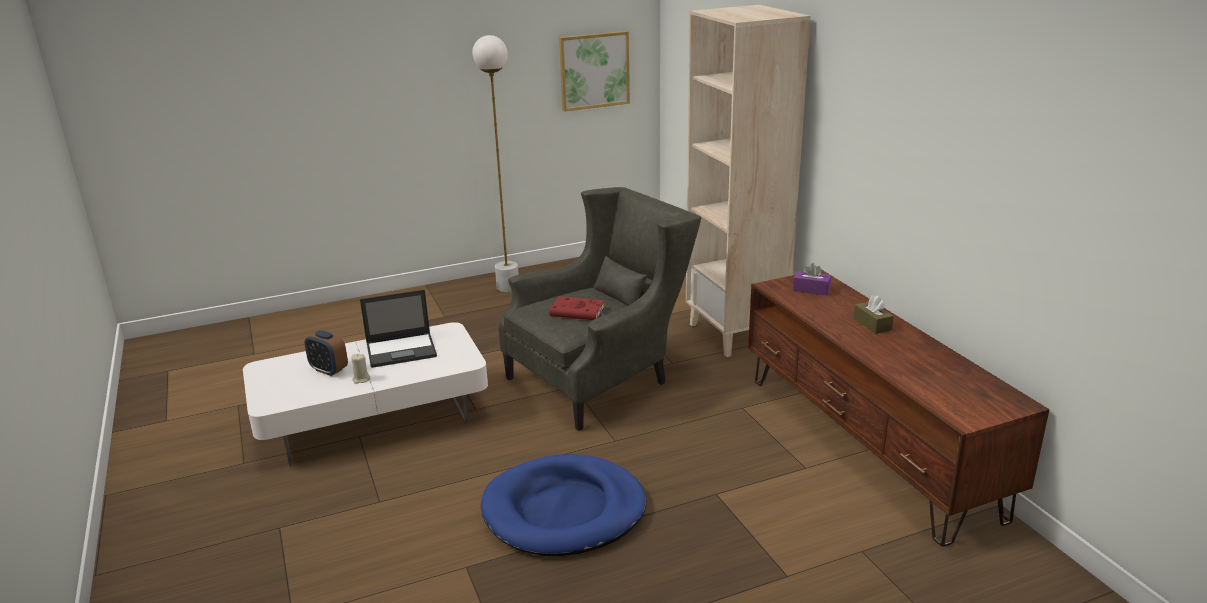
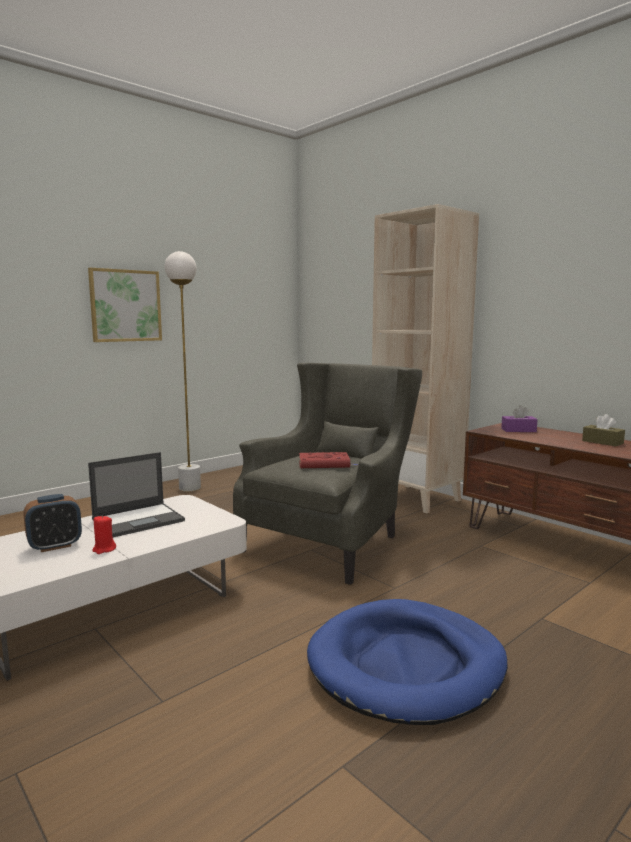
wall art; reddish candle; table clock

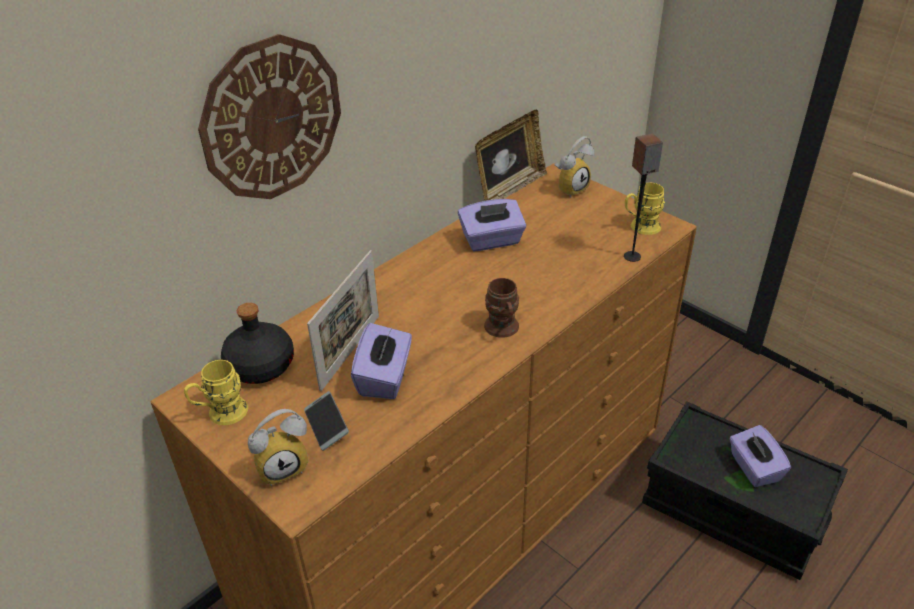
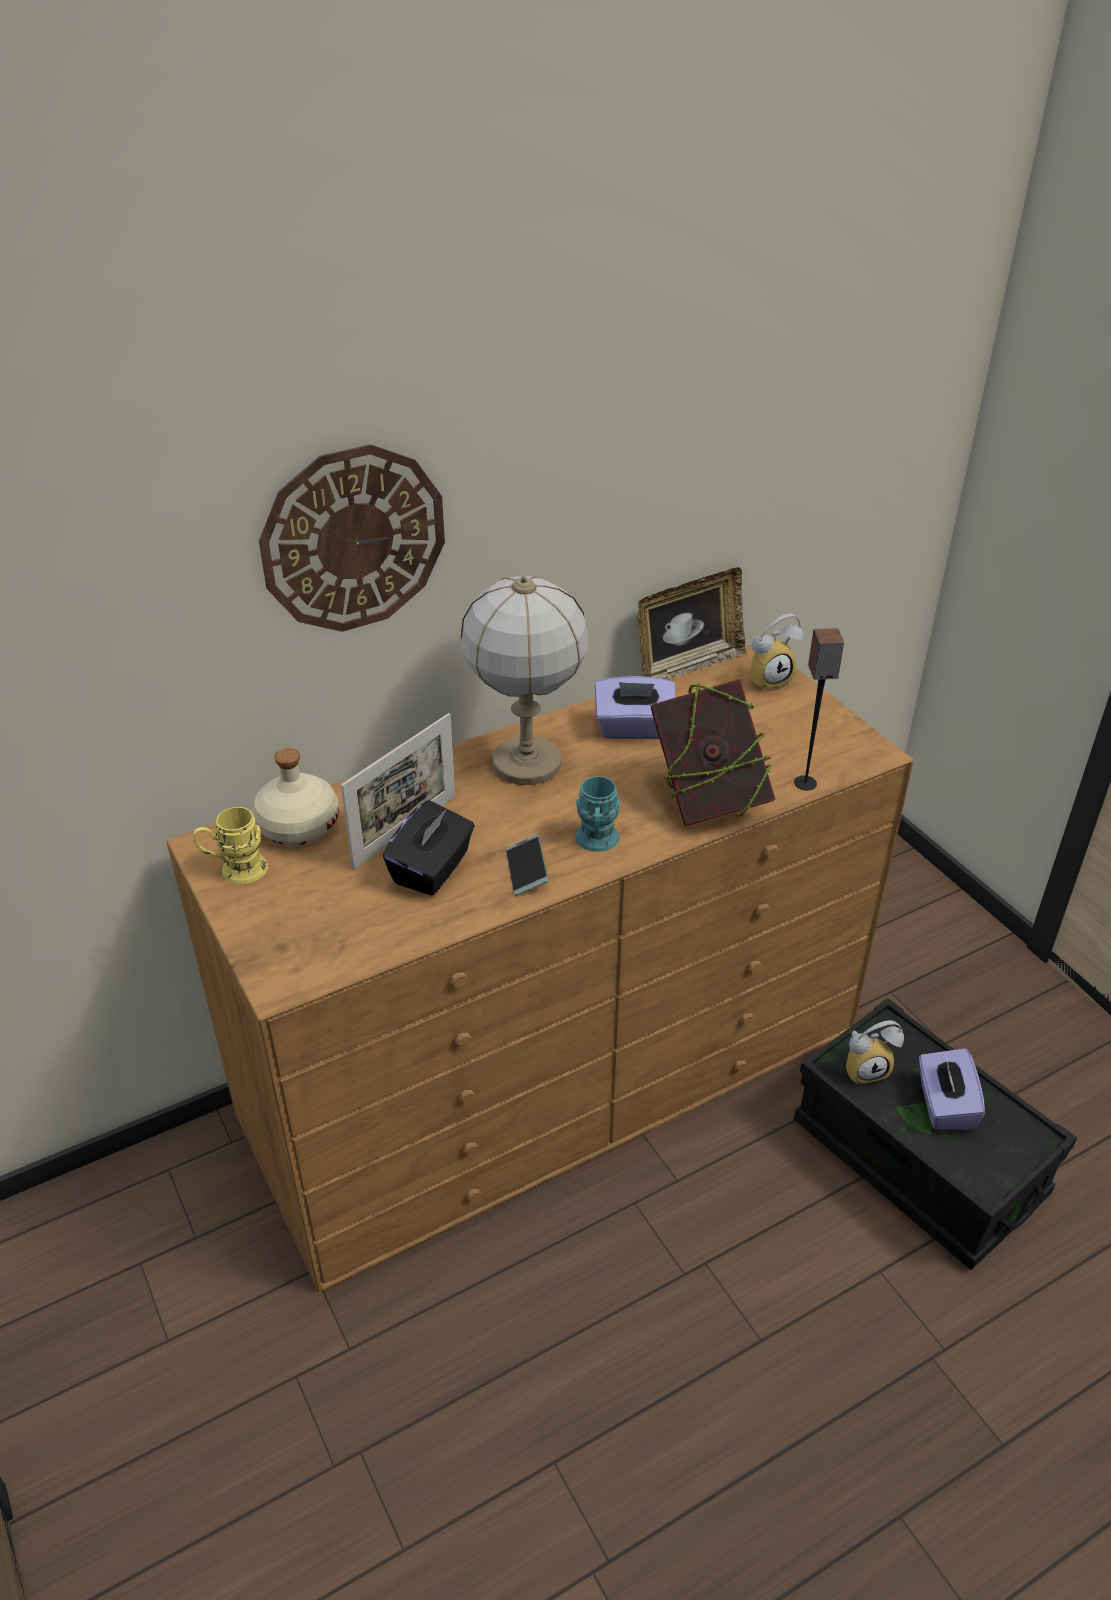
yellow-coloured mug (2nd from left in the first image); lamp for a table; volume; table clock (2nd from left); handset; beige-coloured beverage bottle; blackish tissue box; turquoise-coloured mug

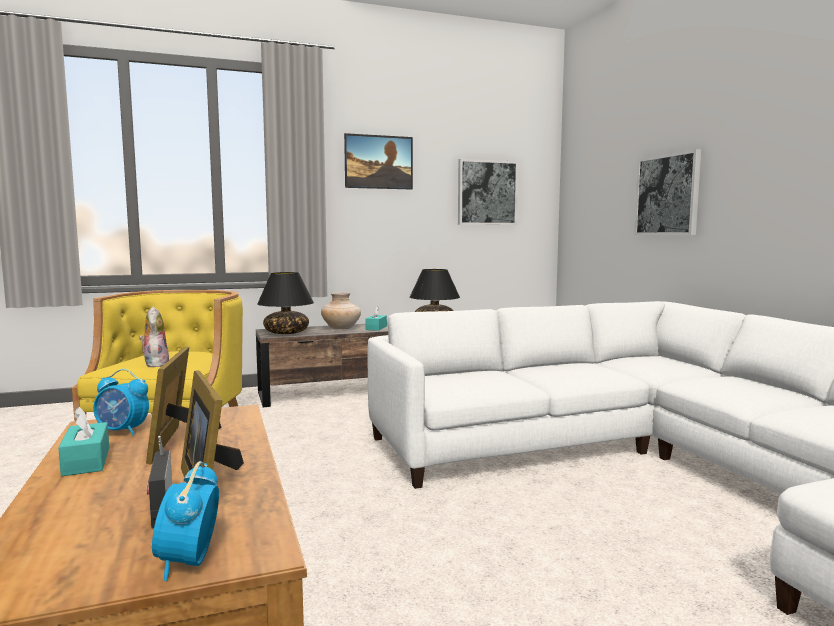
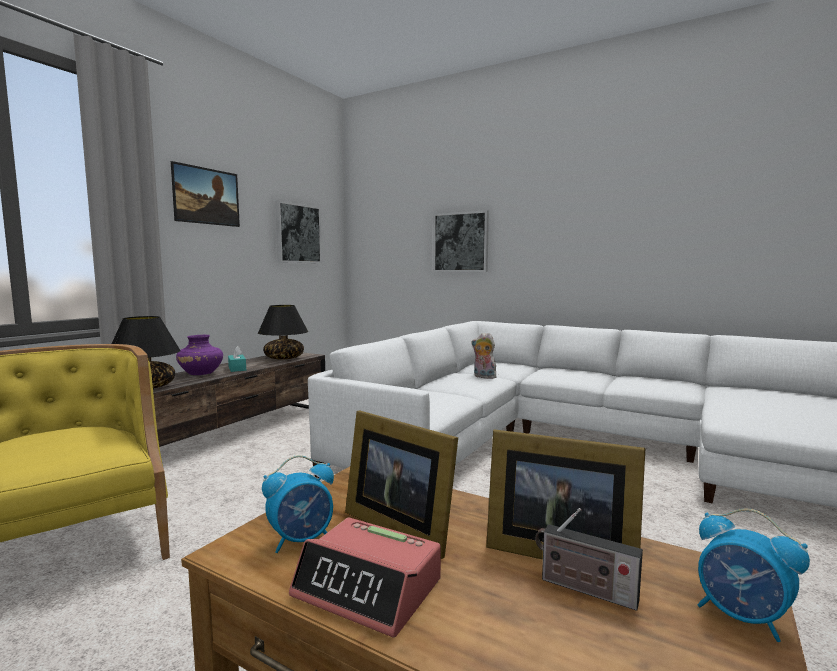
soft toy; table clock (2nd from left); purple-coloured flower vase

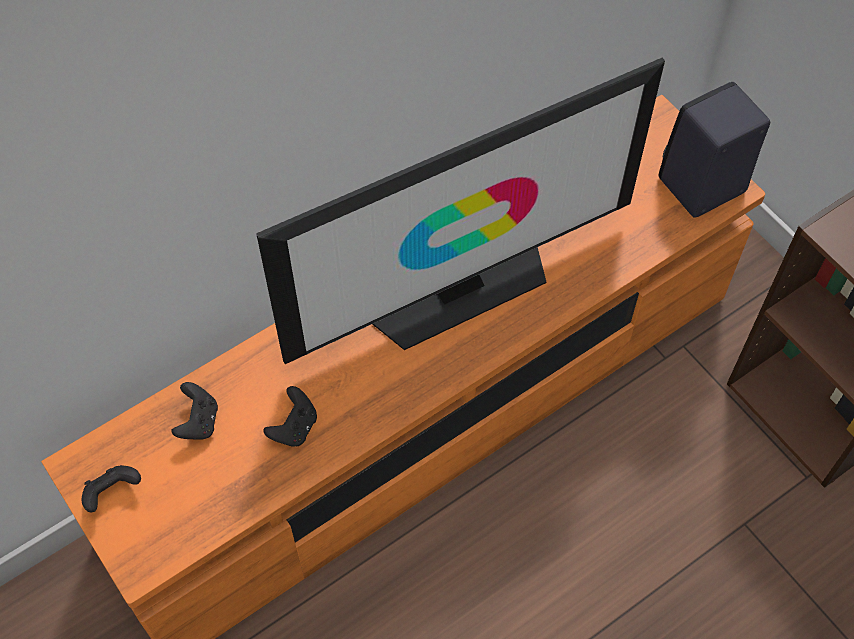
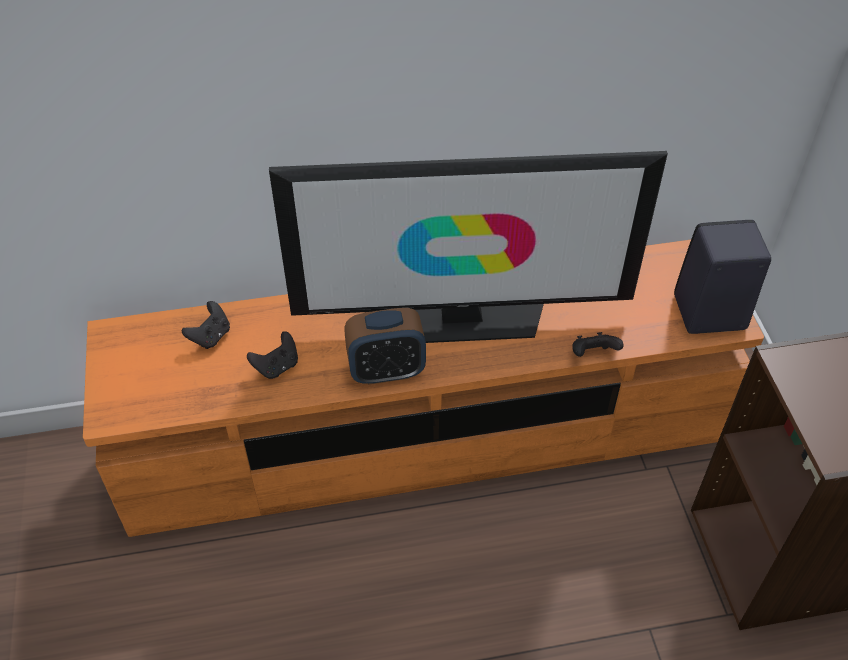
table clock; blackish game controller (3rd from left)

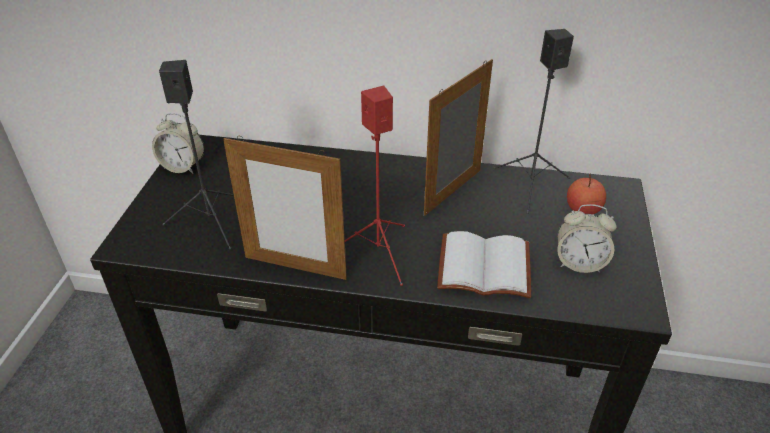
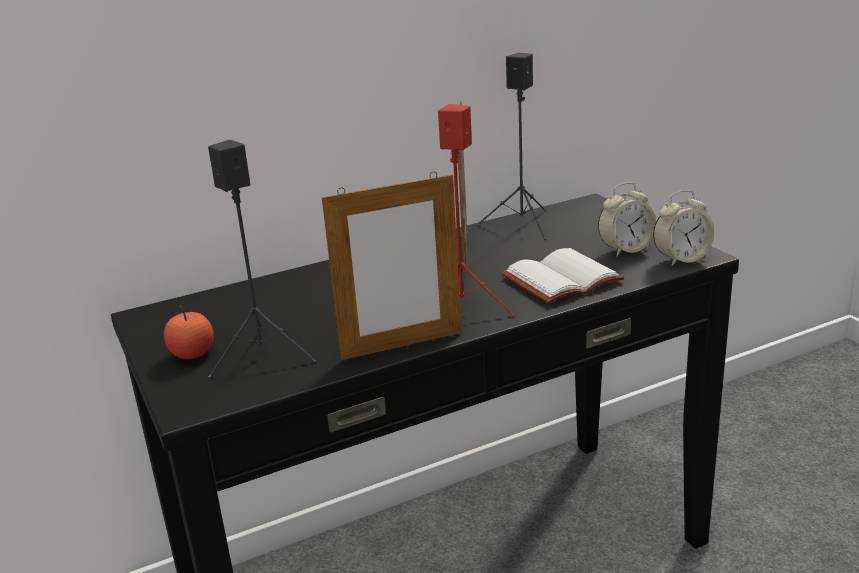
table clock (2nd from left); apple fruit

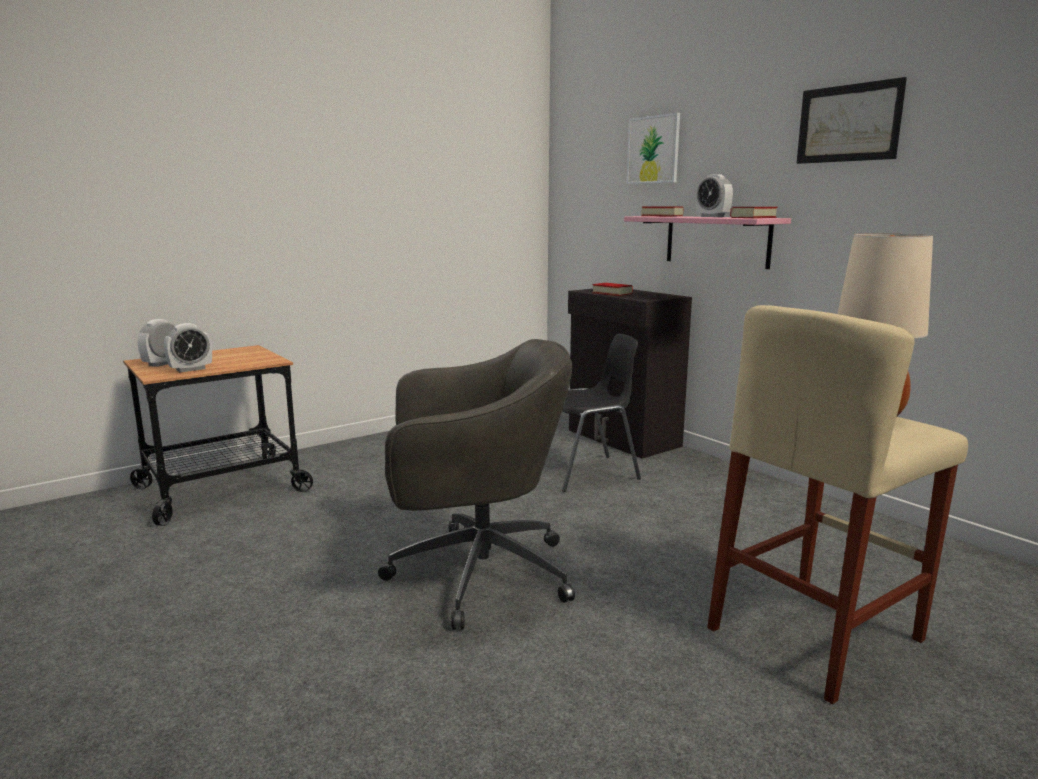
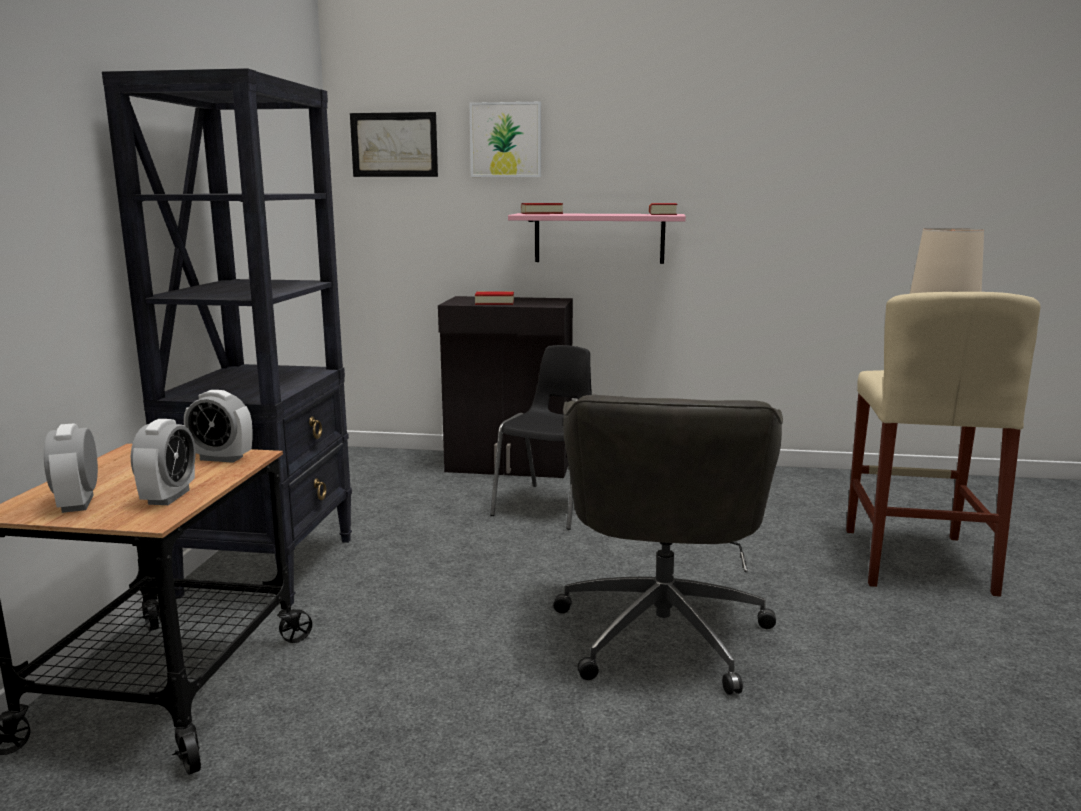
blackish bookcase; table clock (3rd from left); wall art (1st from left); grey desk chair

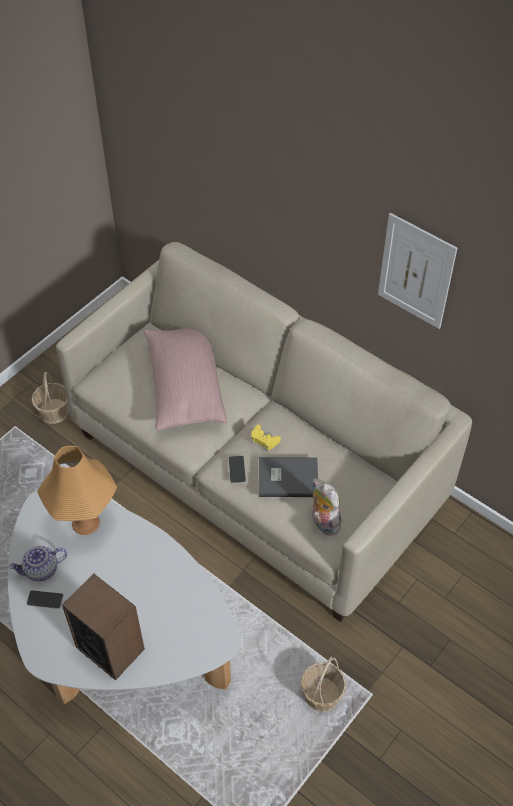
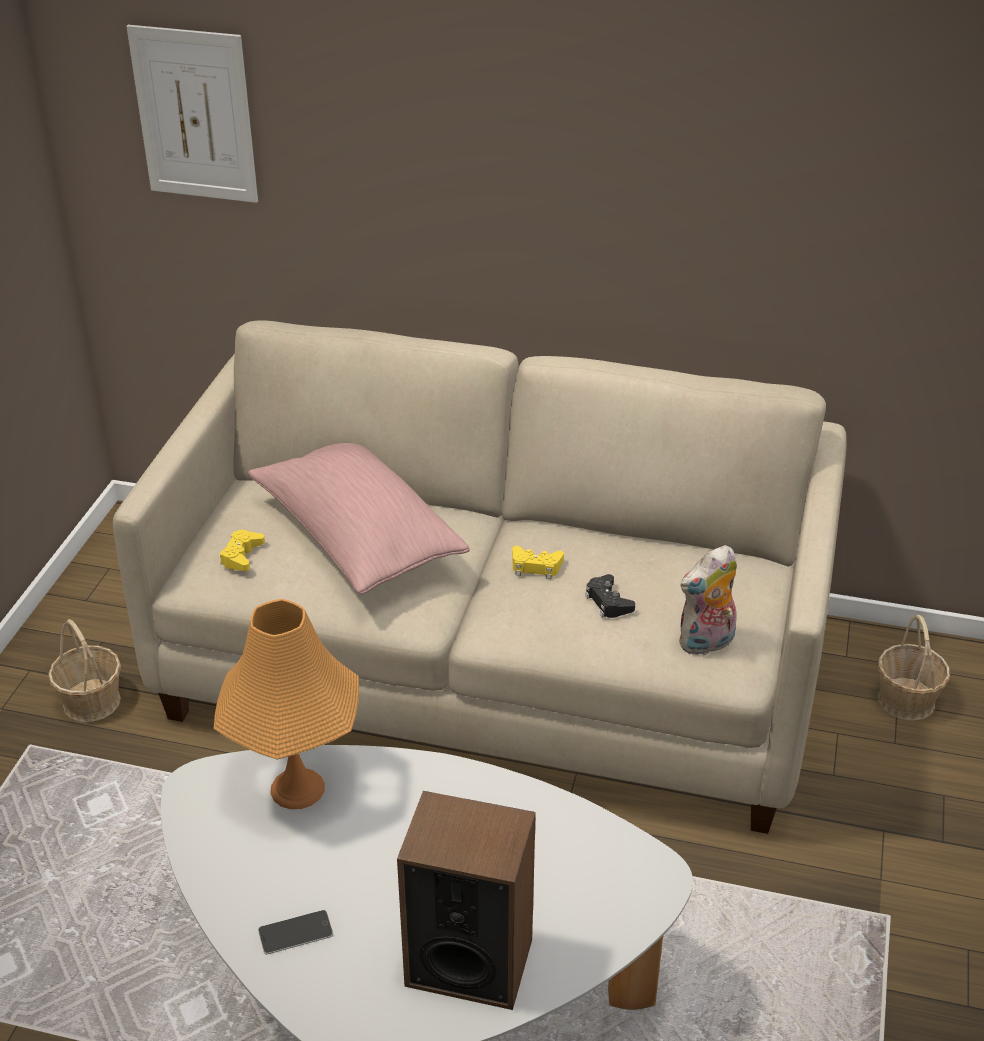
teapot; handset (2nd from left in the first image); yellow-coloured game controller (1st from left); household basket (2nd from left); wall art; blackish game controller; soft toy

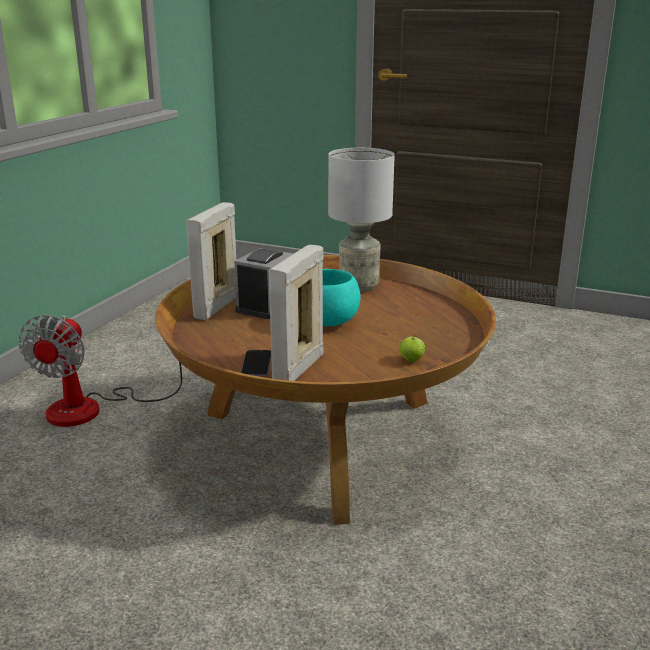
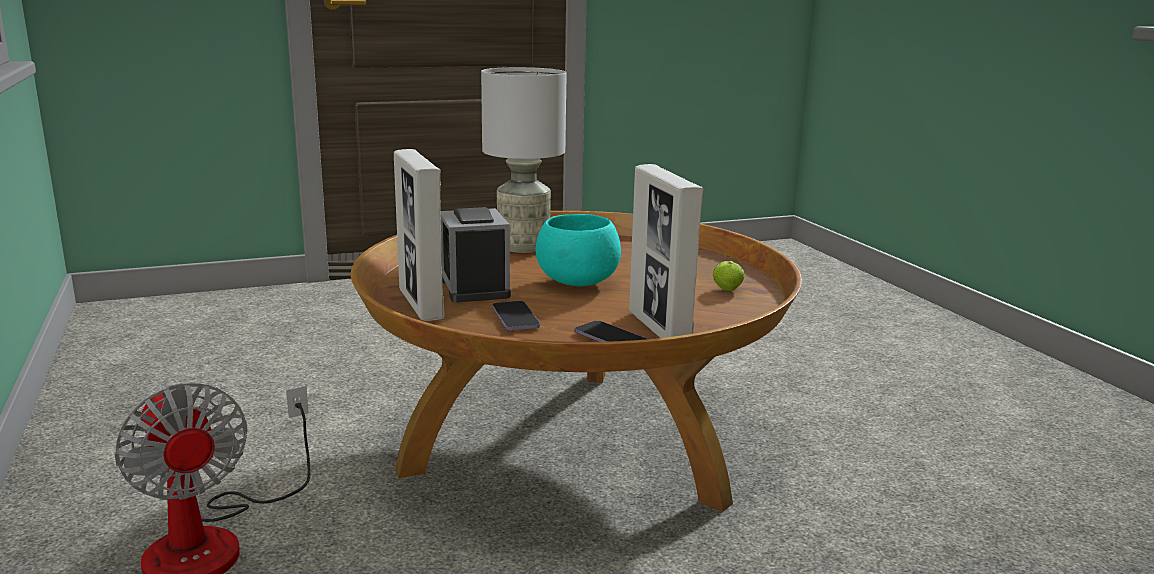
handset (1st from left)

